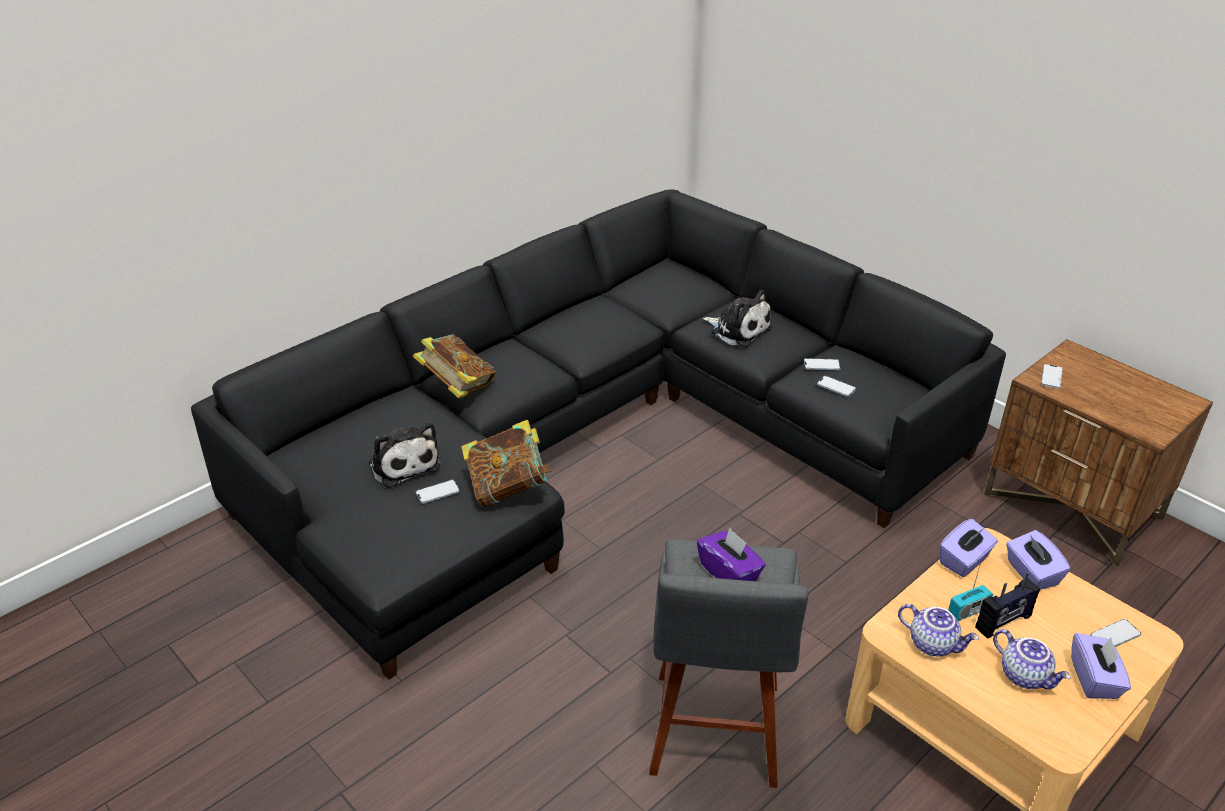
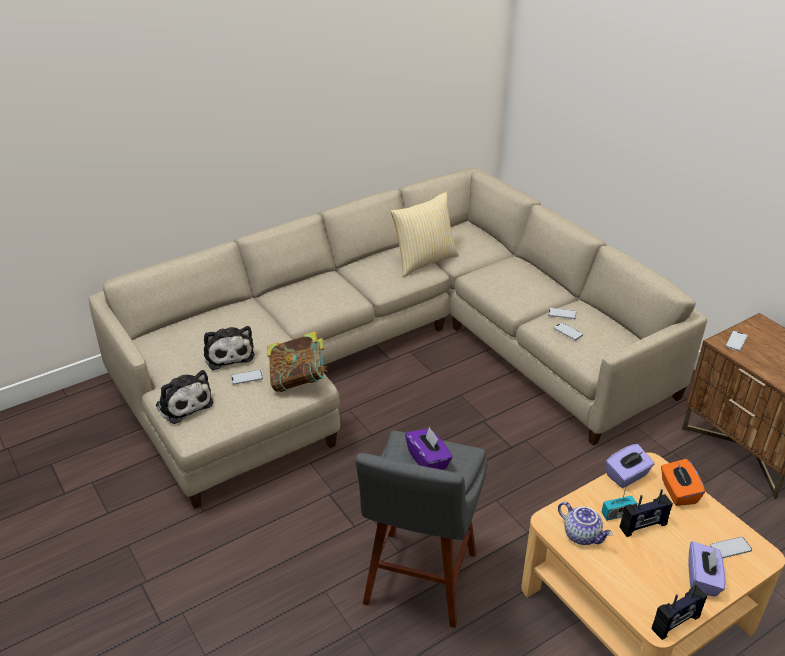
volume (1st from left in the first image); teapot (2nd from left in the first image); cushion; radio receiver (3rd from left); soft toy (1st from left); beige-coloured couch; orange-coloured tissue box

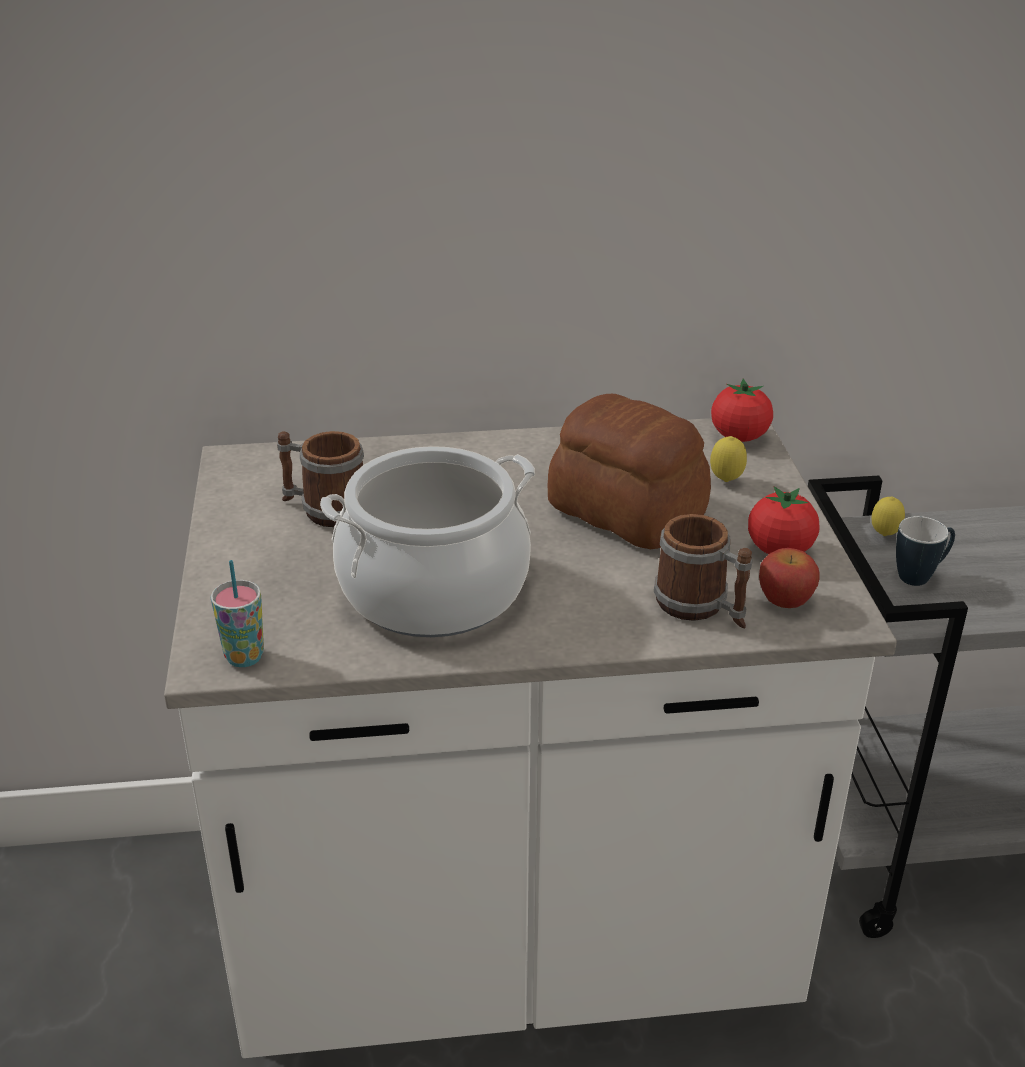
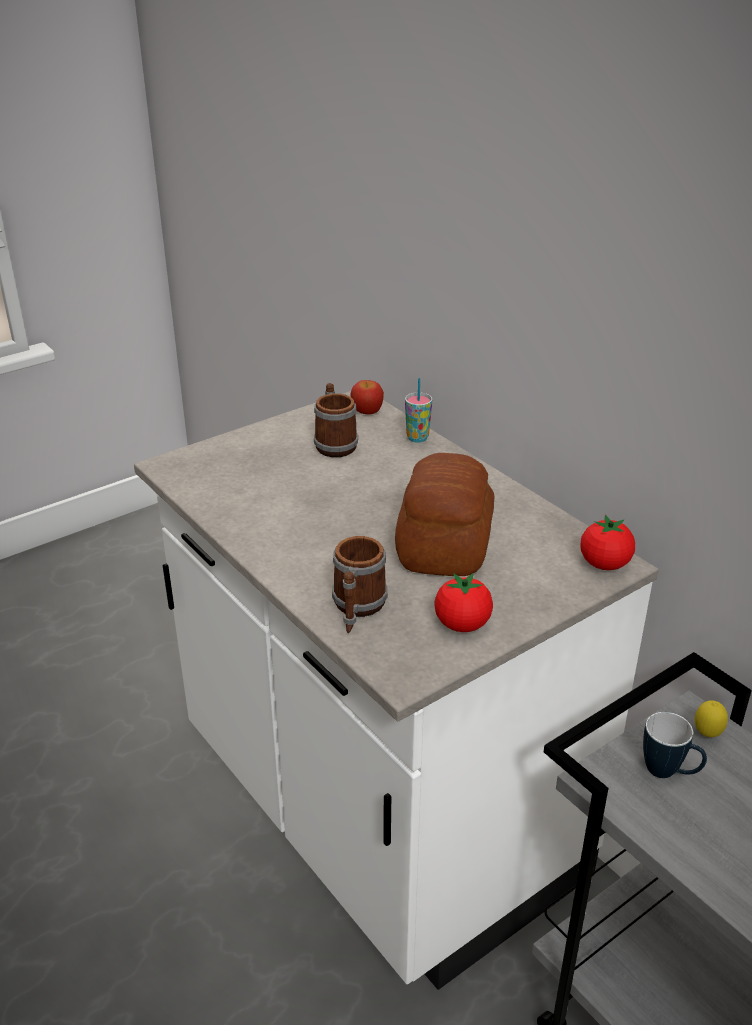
saucepot; lemon (1st from left in the first image); drinking cup; apple fruit

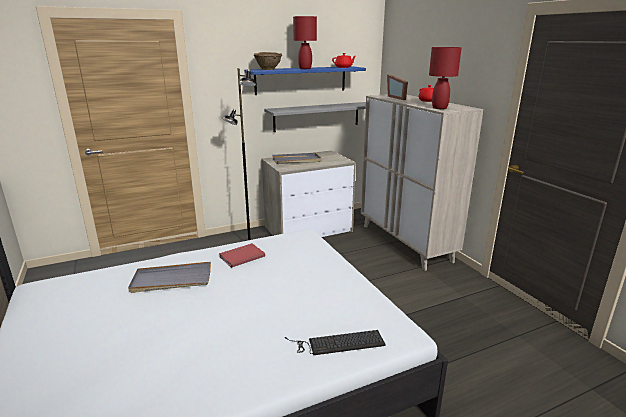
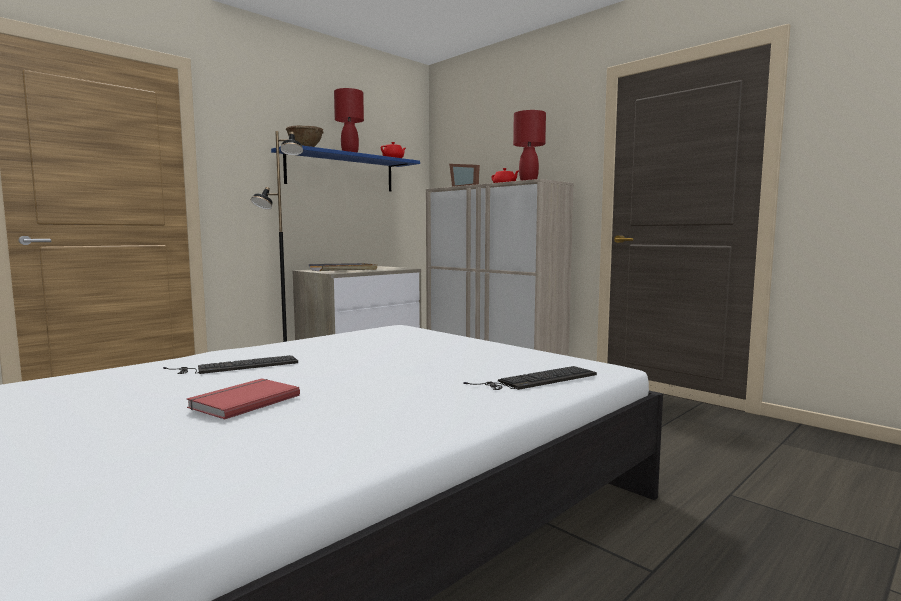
grey wall shelf; reddish volume; PC keyboard (1st from left)

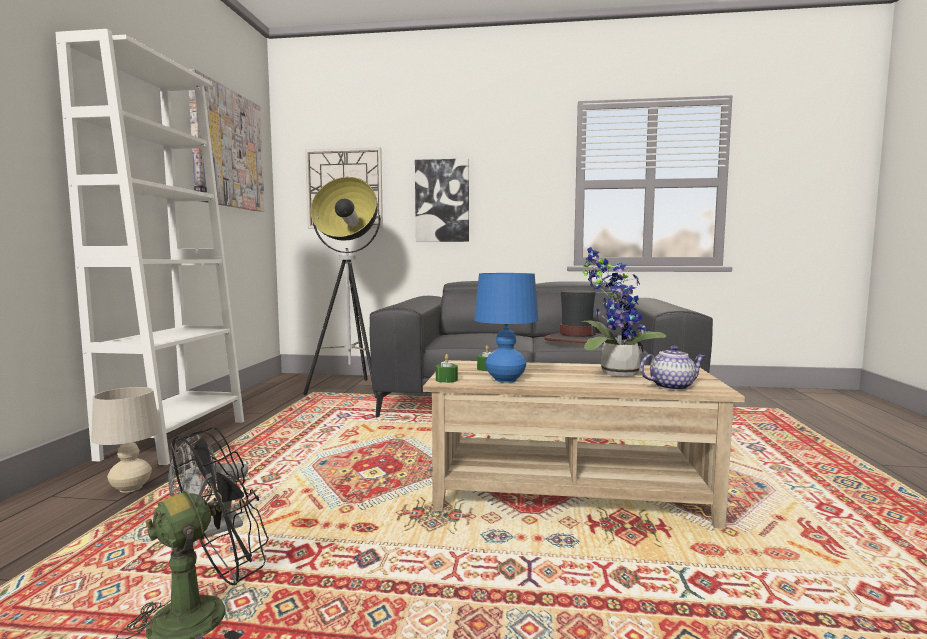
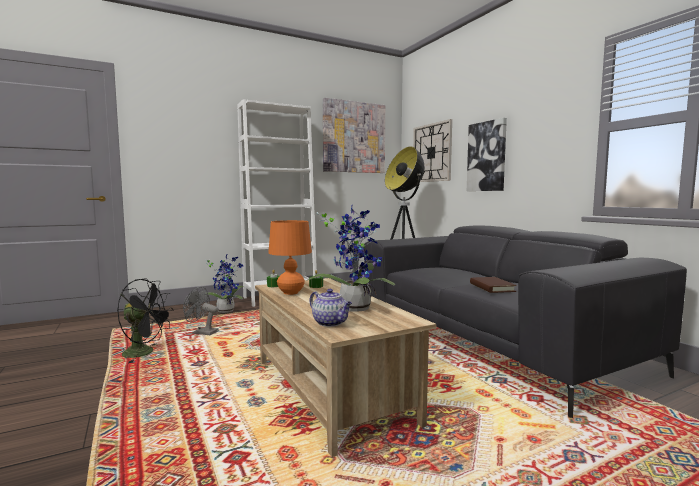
plant in a pot (1st from left); brownish volume; orange-coloured lamp for a table

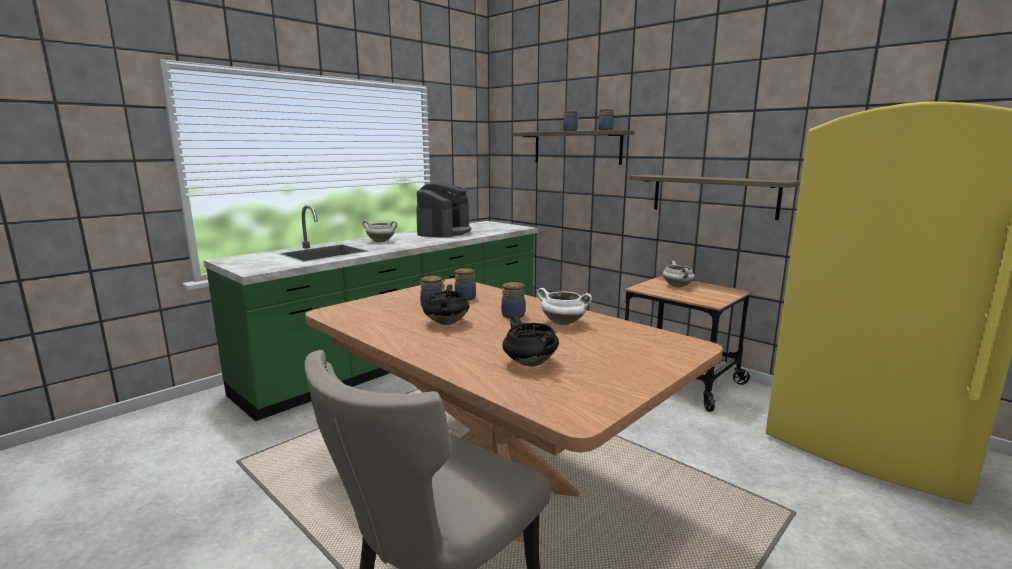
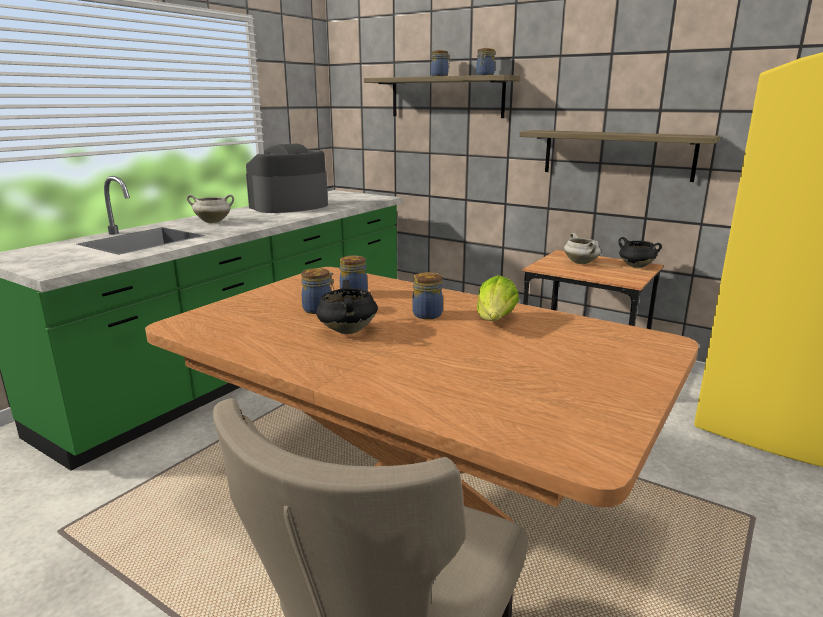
blackish saucepot (2nd from left); head of lettuce; coffee maker

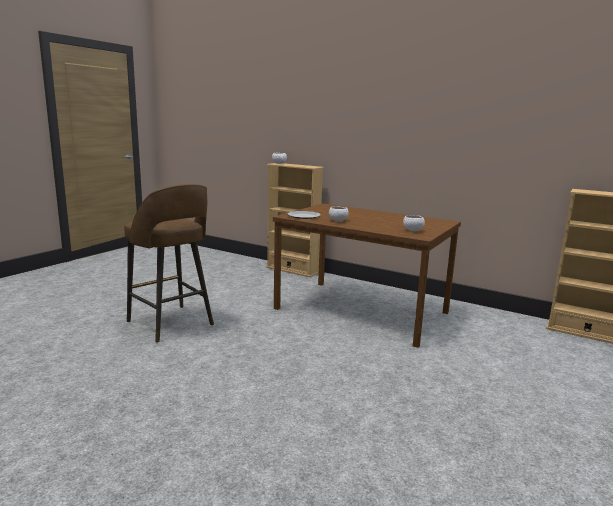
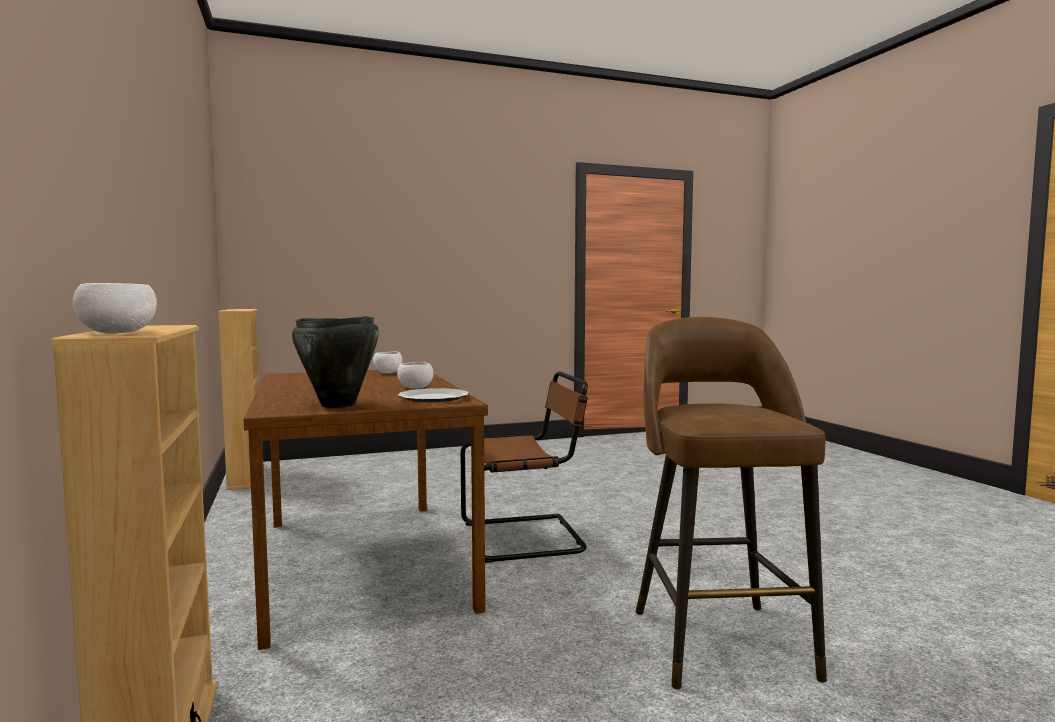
blackish saucepot; brownish plain chair

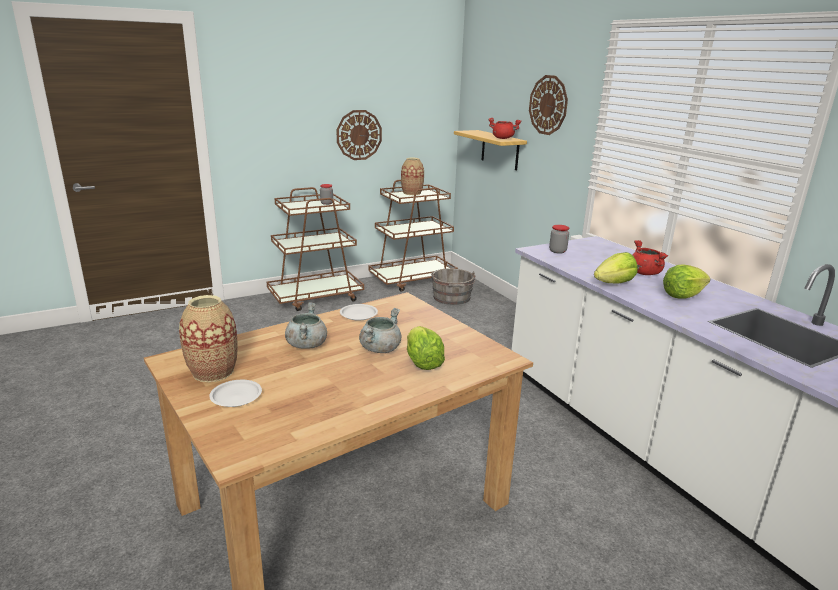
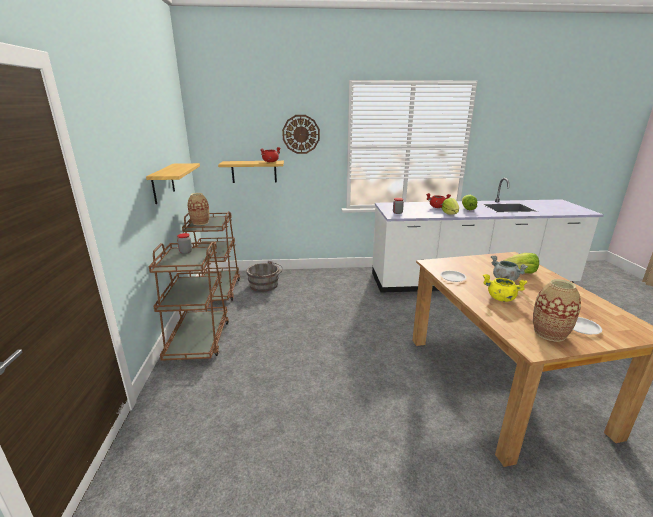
wall shelf (1st from left); yellow-coloured saucepot

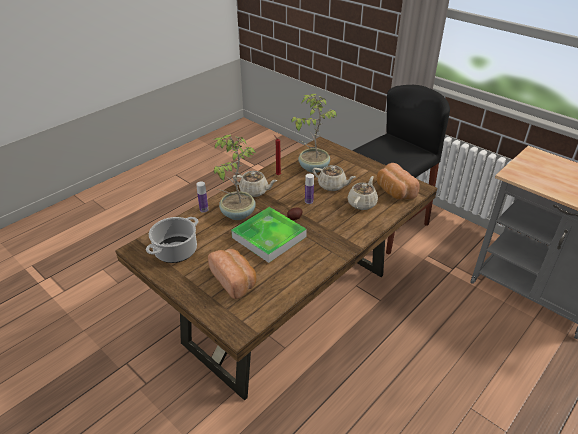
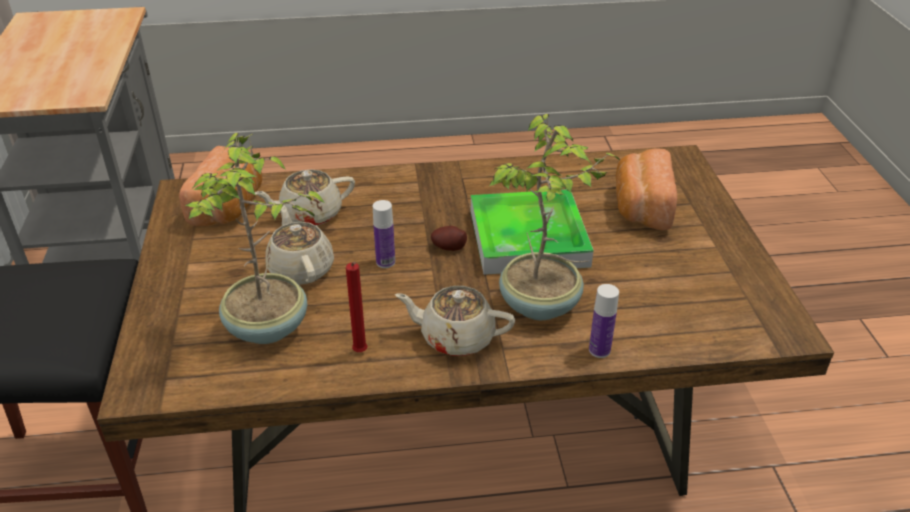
saucepot; beige-coloured teapot (3rd from left)

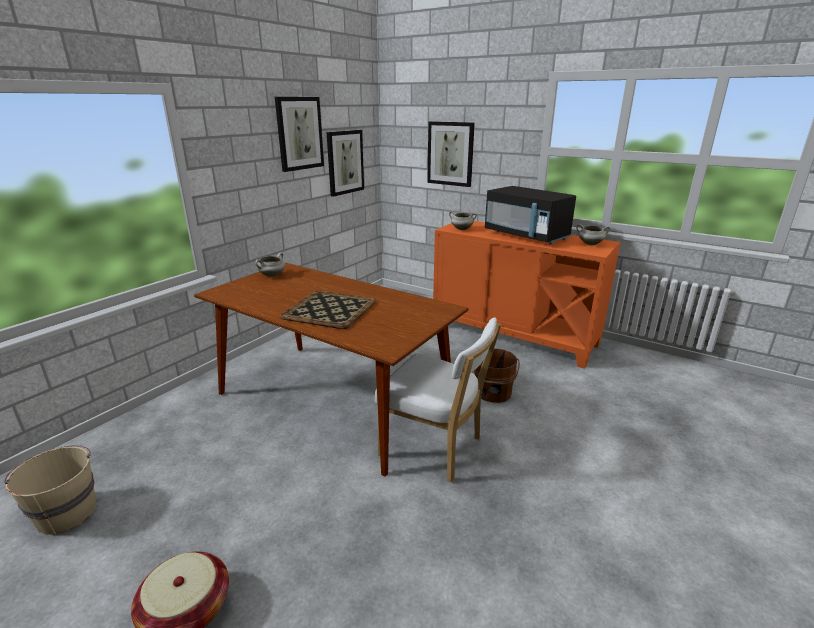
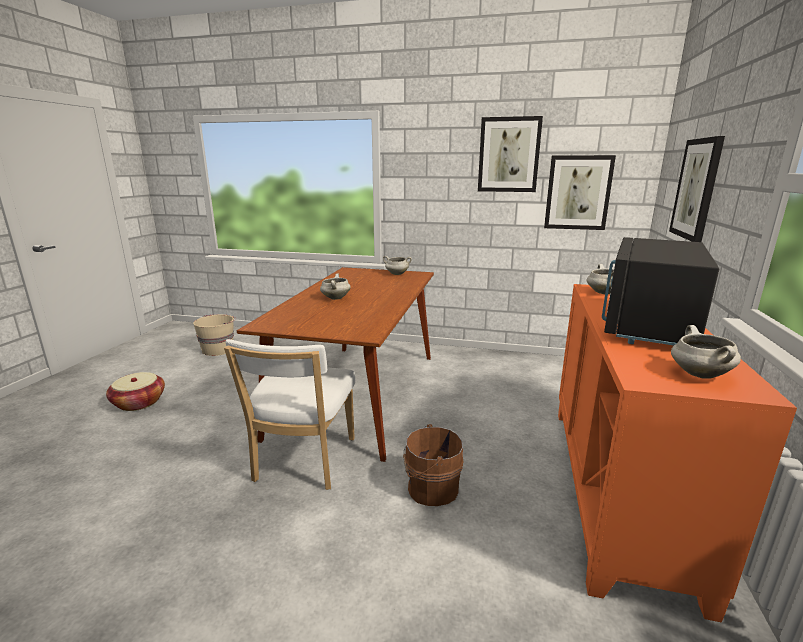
whitish saucepot (1st from left)

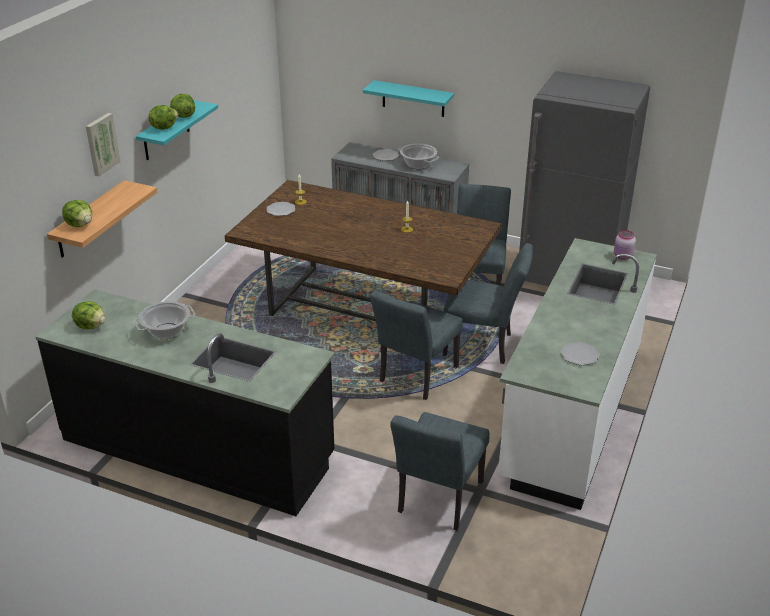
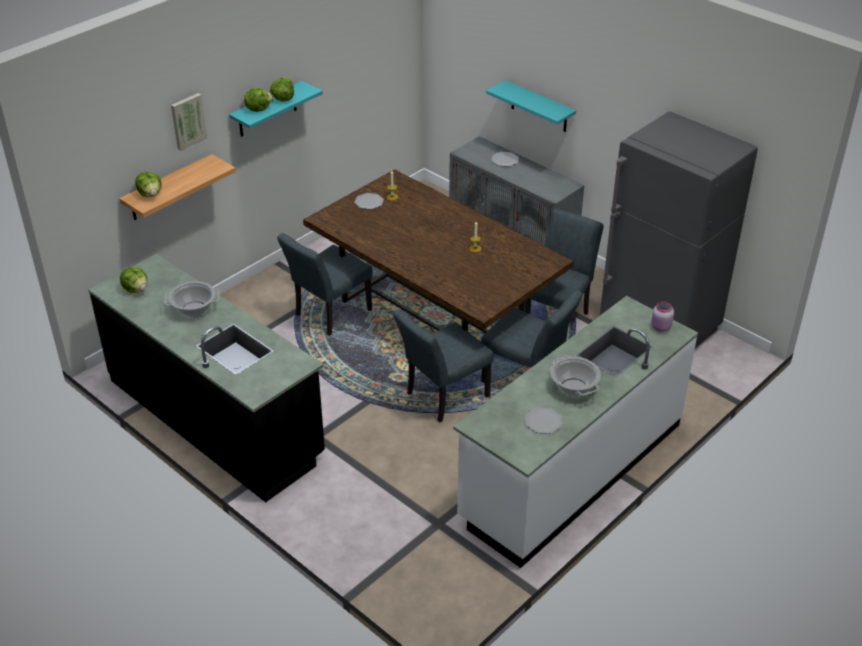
grey plain chair (1st from left); saucepot (2nd from left)

